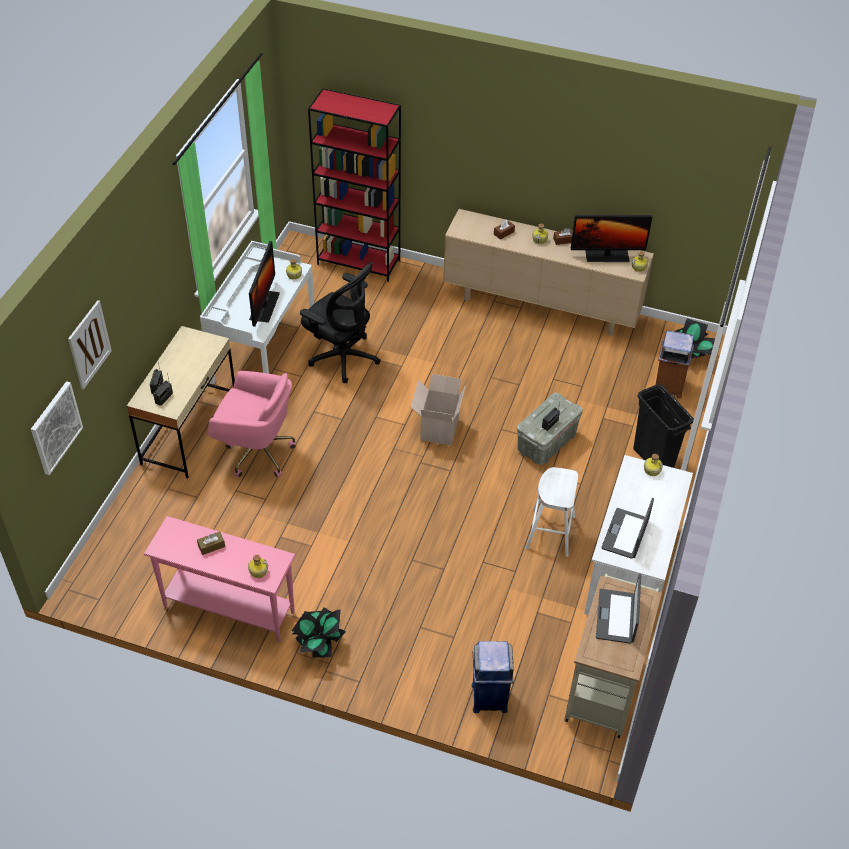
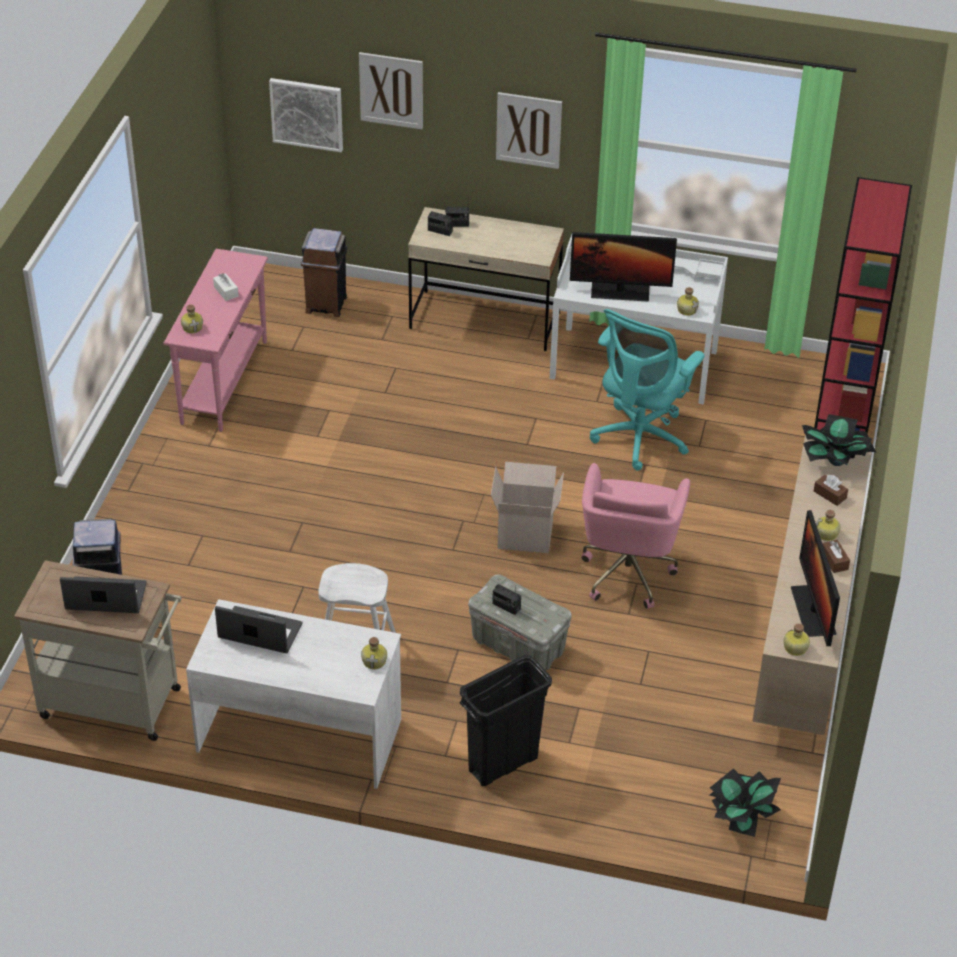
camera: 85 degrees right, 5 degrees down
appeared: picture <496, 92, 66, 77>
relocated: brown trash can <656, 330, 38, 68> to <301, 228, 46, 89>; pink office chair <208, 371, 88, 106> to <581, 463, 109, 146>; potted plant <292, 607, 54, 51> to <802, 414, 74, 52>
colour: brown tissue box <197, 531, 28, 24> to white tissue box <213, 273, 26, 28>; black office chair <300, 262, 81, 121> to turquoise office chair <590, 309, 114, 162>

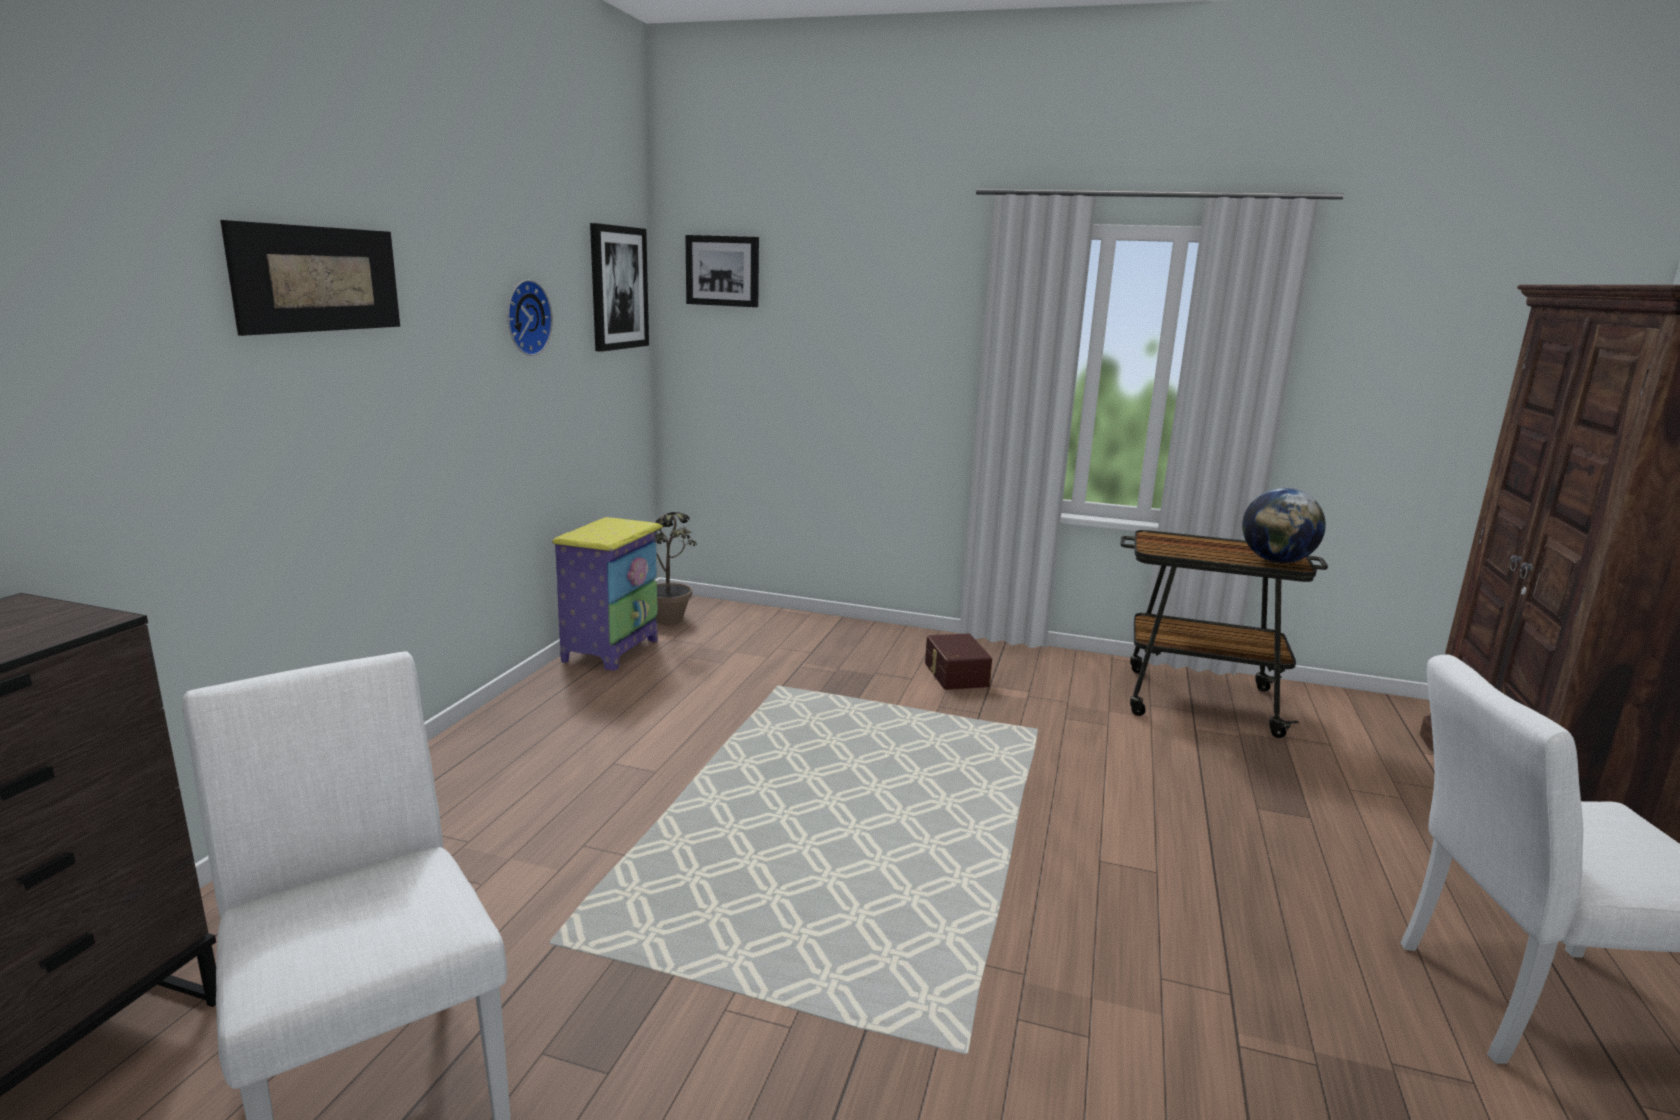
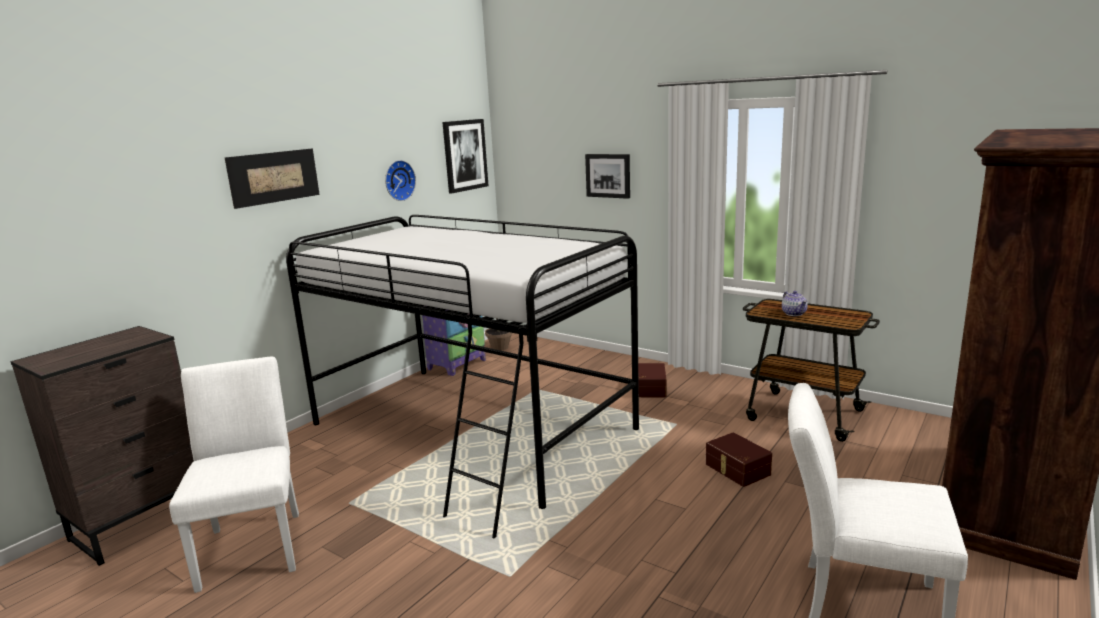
camera: 20 degrees right, 0 degrees up
missing: globe <1242, 488, 84, 75>
appeared: black bed <286, 215, 353, 323>; brown storage box <706, 432, 66, 55>; teapot <782, 291, 26, 25>
relocated: picture <685, 235, 74, 72> to <585, 154, 45, 45>

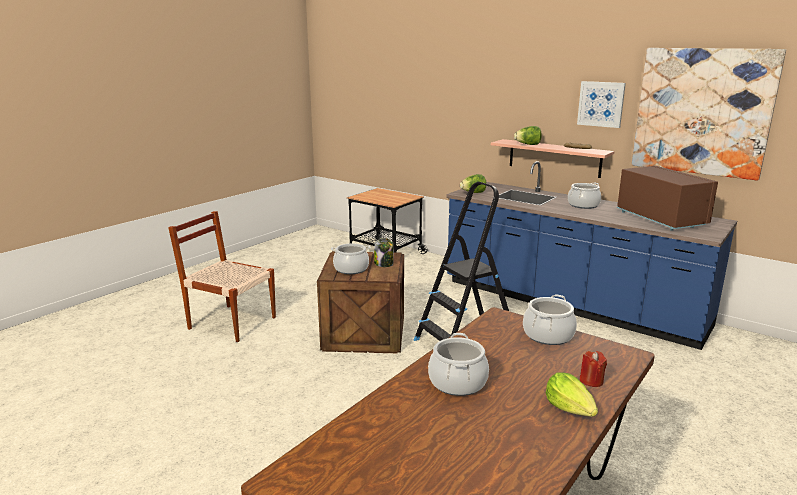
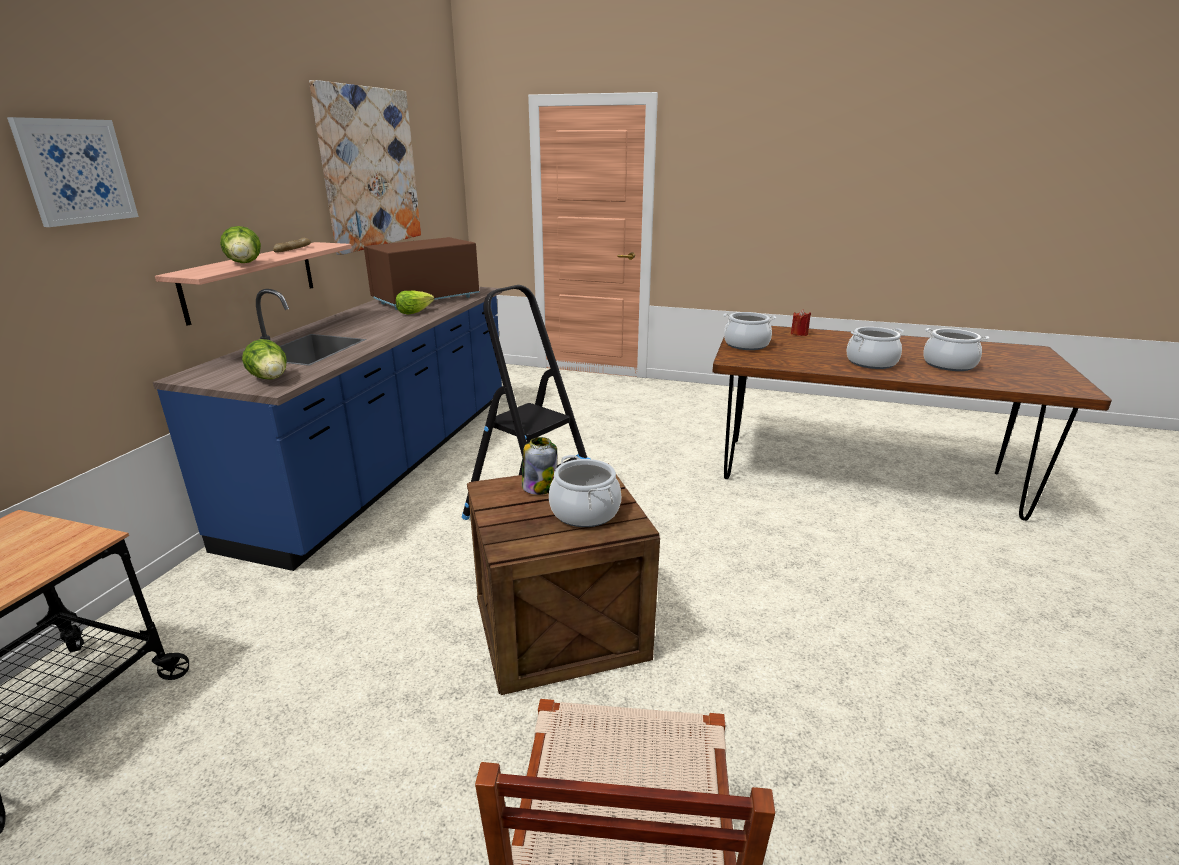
camera: 110 degrees left, 5 degrees up
relocated: picture <577, 81, 49, 47> to <7, 117, 132, 110>; lettuce <546, 372, 52, 45> to <396, 291, 38, 23>; cooking pot <568, 182, 33, 27> to <923, 328, 66, 43>

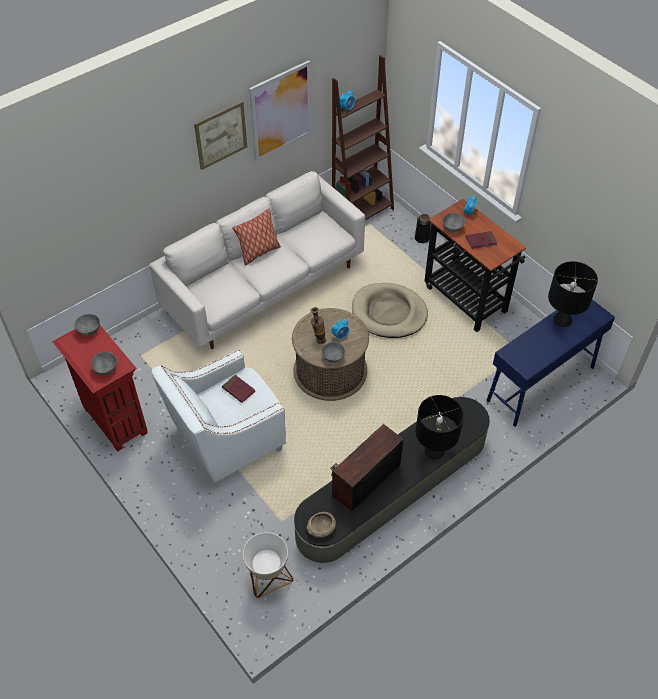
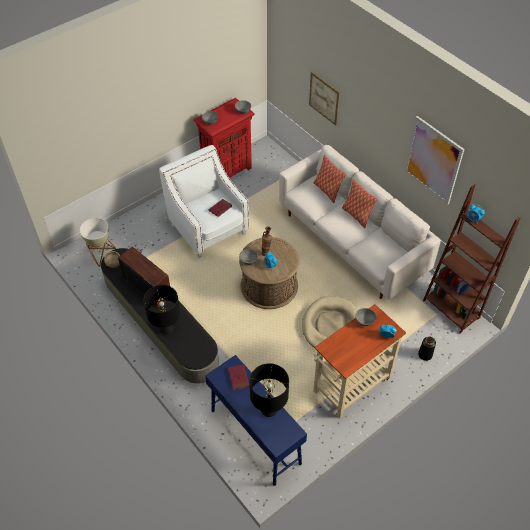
camera: 90 degrees right, 0 degrees up
appeared: pillow <314, 155, 32, 48>
relocated: red book <466, 231, 31, 18> to <228, 365, 22, 26>; picture <194, 101, 53, 69> to <309, 72, 31, 54>
colour: black cart <425, 199, 101, 133> to beige cart <313, 304, 93, 115>

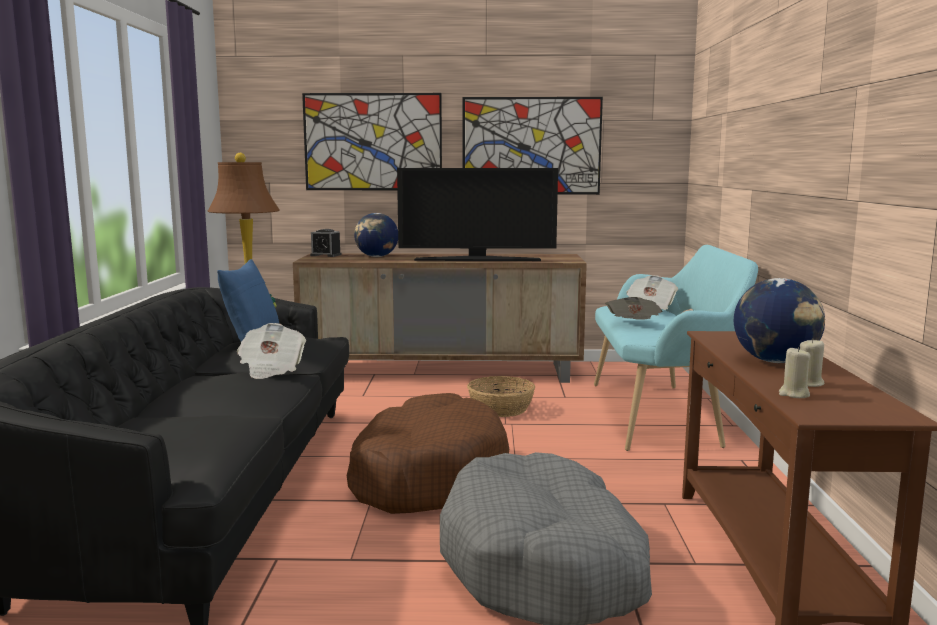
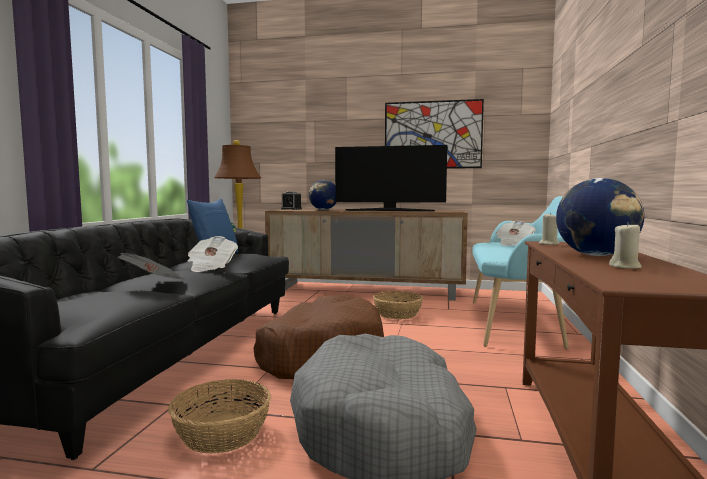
camera: 10 degrees right, 5 degrees down
missing: picture <302, 93, 140, 97>
appeared: basket <168, 379, 103, 75>
relocated: newspaper <605, 297, 58, 23> to <118, 253, 68, 26>; beige candle <779, 347, 31, 51> to <539, 213, 21, 32>

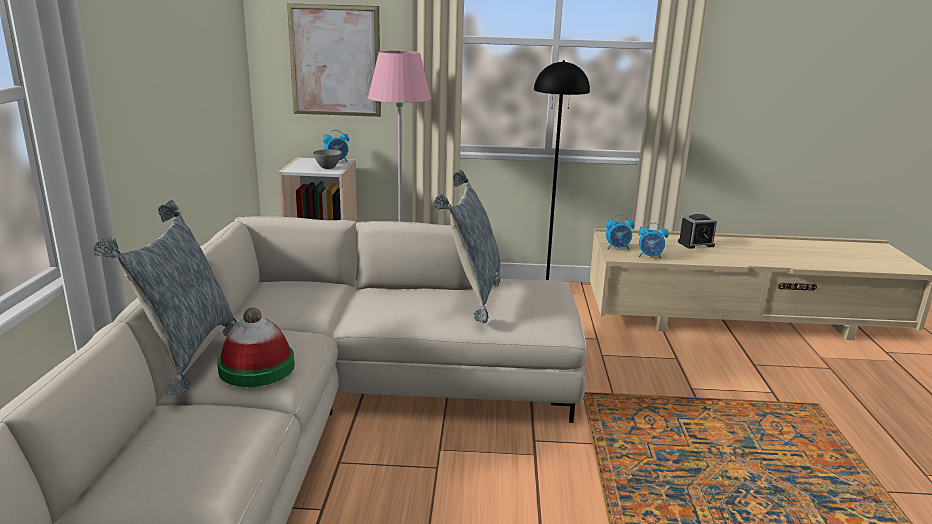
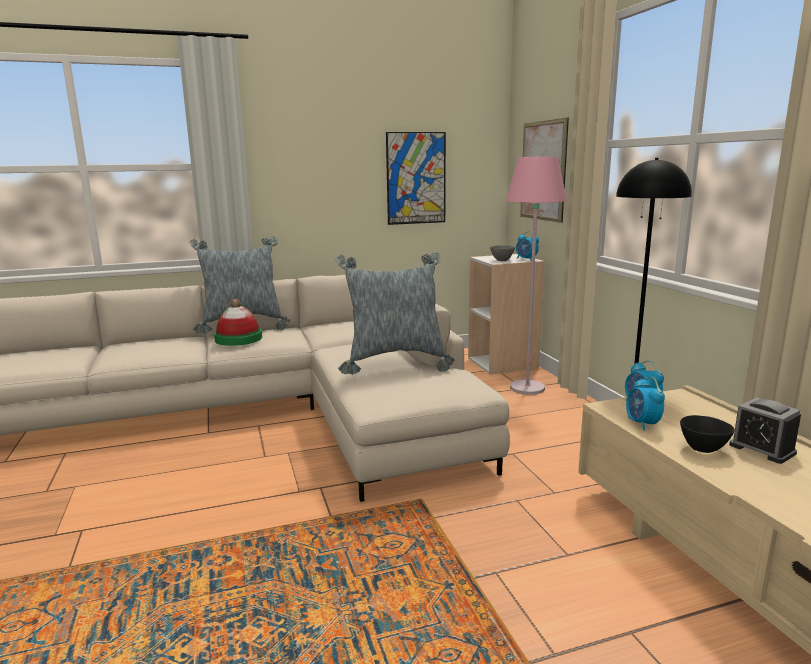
camera: 70 degrees right, 5 degrees down
appeared: picture <386, 132, 60, 93>; black bowl <680, 415, 54, 38>

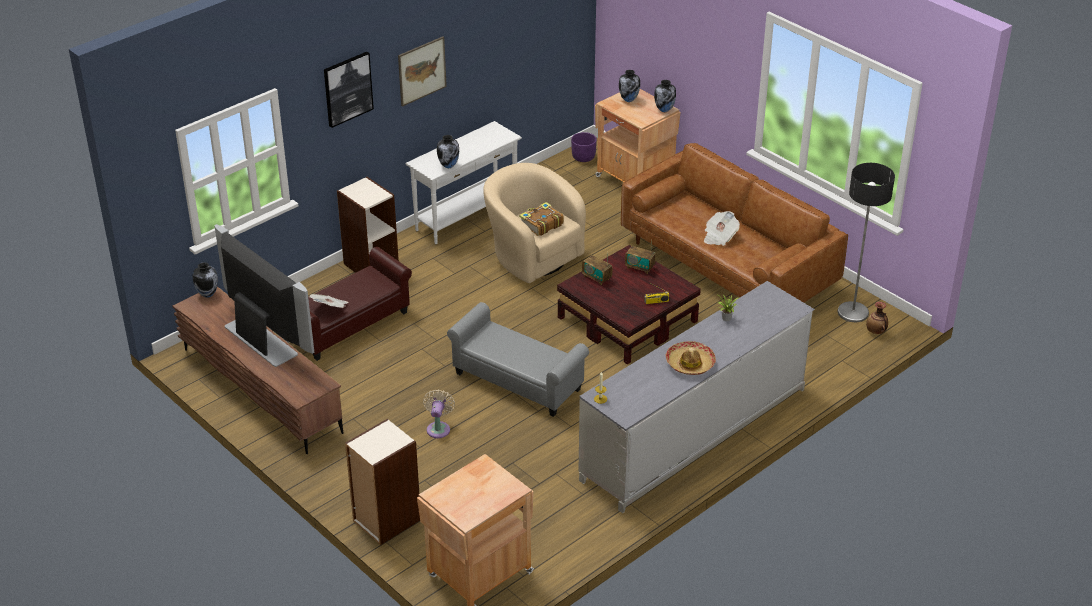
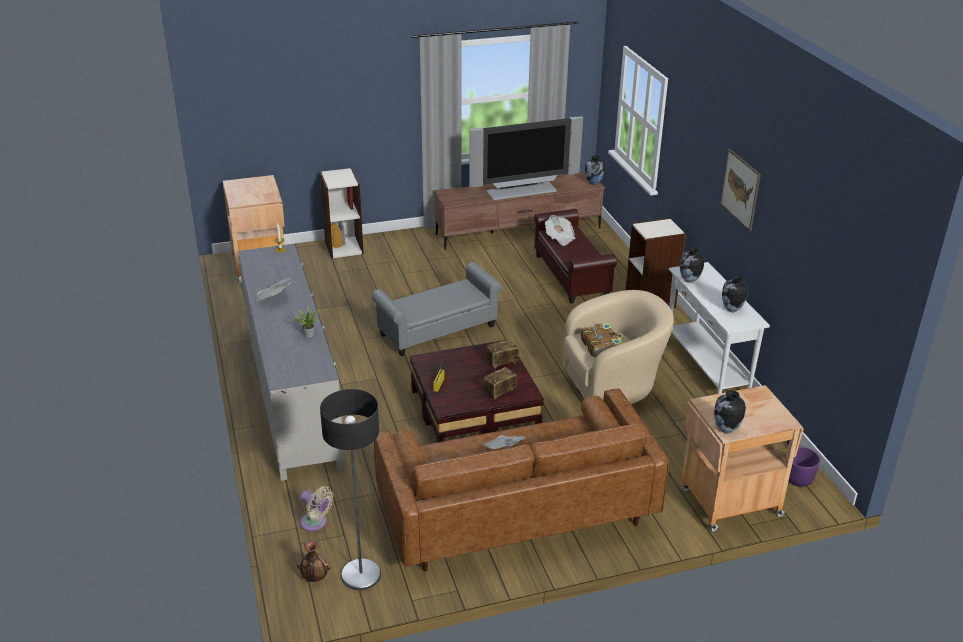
camera: 115 degrees right, 5 degrees down
missing: picture <324, 52, 50, 76>
relocated: beige fan <423, 389, 32, 49> to <300, 486, 33, 45>; vase <619, 70, 21, 32> to <722, 275, 26, 37>
exchanged: hat <666, 341, 50, 34> to newspaper <256, 277, 35, 25>

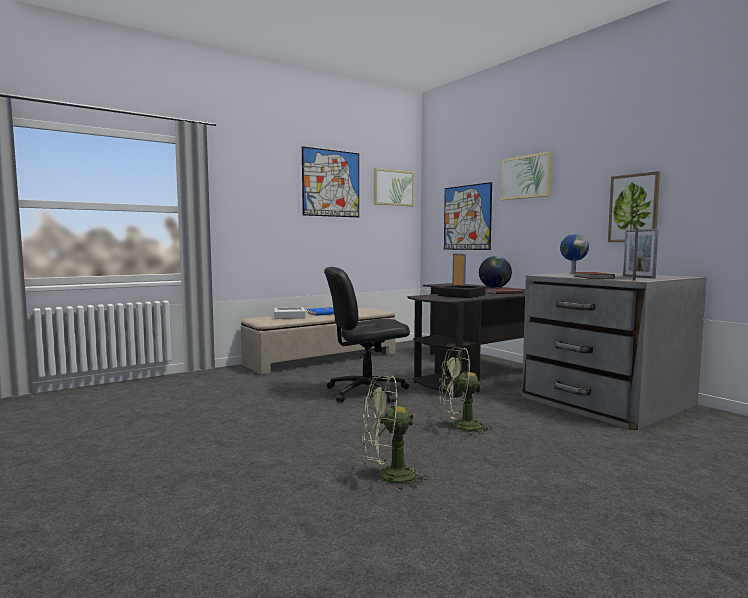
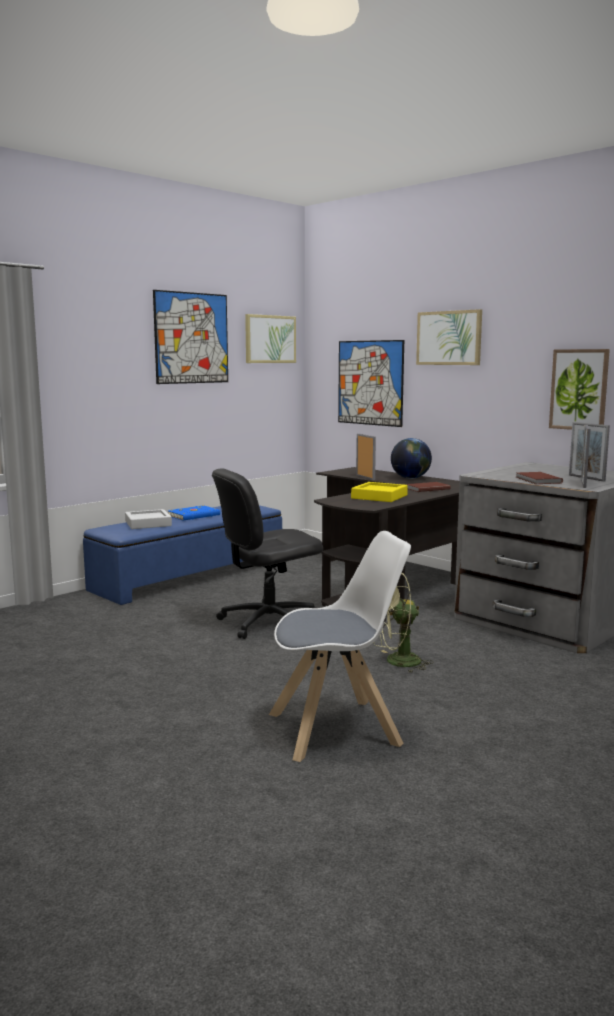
camera: 10 degrees left, 5 degrees up
missing: globe <560, 234, 29, 40>
exchanged: green fan <361, 376, 69, 115> to chair <269, 531, 142, 231>
colour: beige bench <241, 308, 155, 67> to blue bench <83, 505, 199, 100>; black tray <438, 285, 47, 13> to yellow tray <351, 482, 57, 20>

